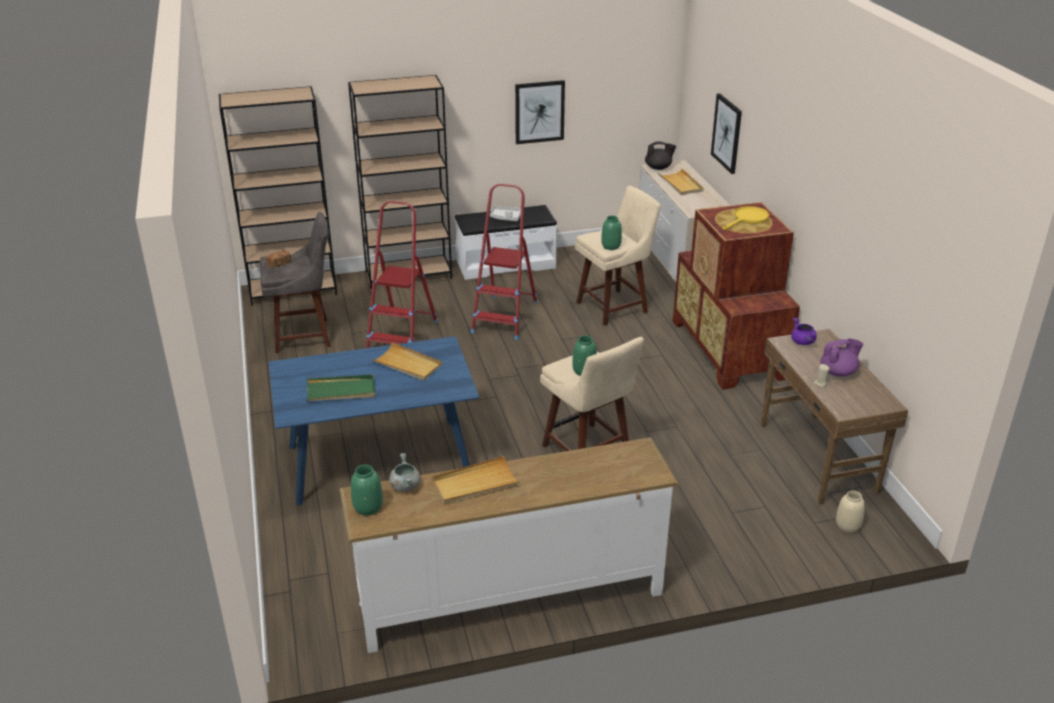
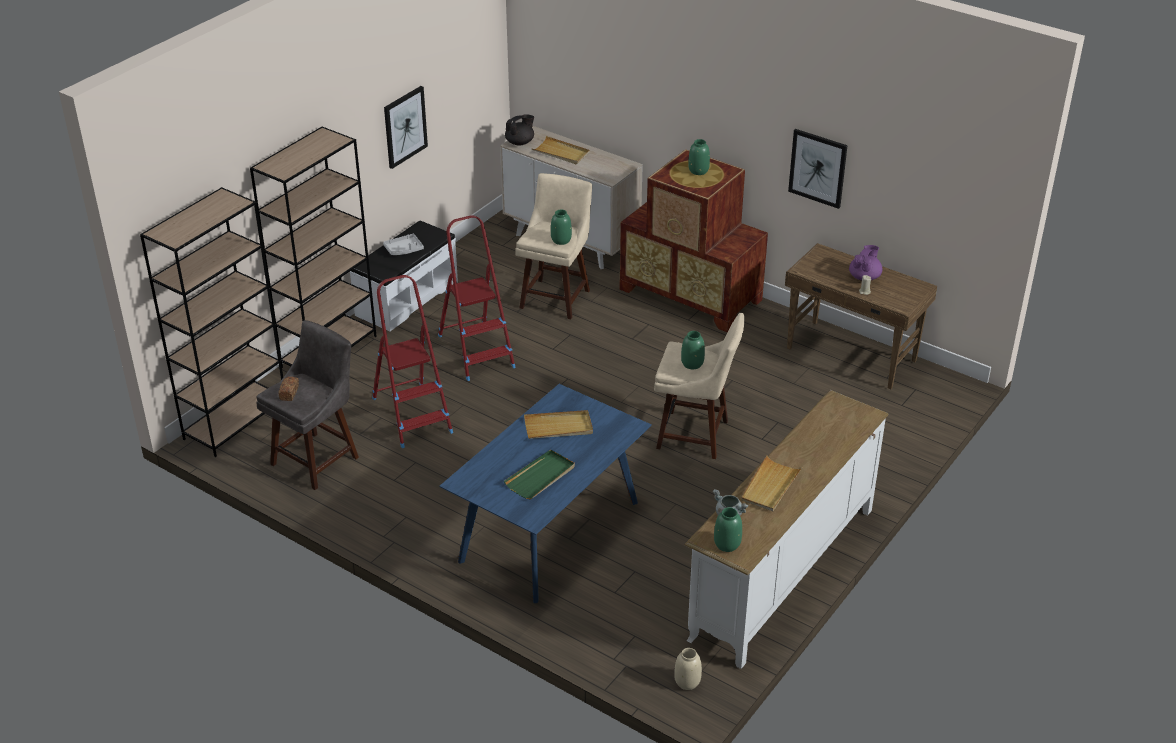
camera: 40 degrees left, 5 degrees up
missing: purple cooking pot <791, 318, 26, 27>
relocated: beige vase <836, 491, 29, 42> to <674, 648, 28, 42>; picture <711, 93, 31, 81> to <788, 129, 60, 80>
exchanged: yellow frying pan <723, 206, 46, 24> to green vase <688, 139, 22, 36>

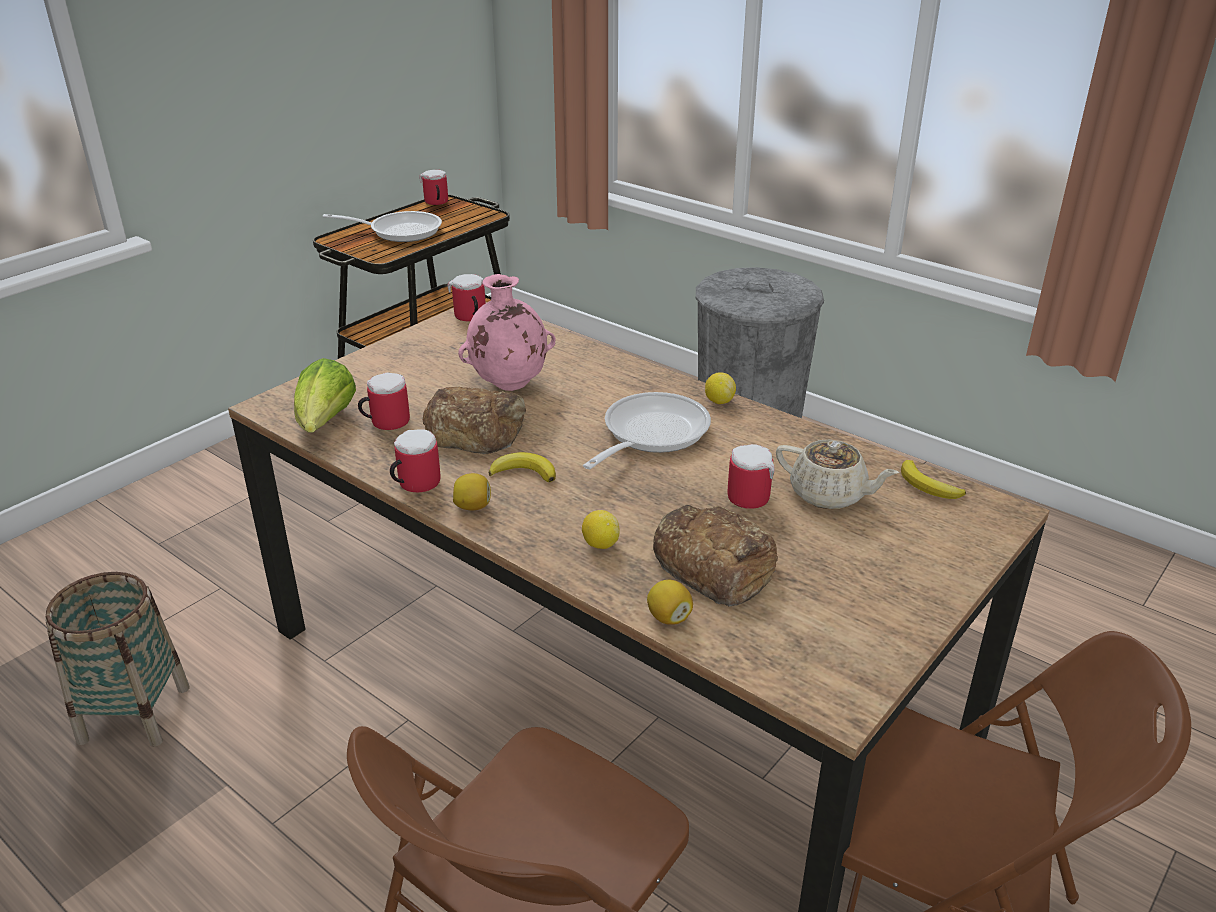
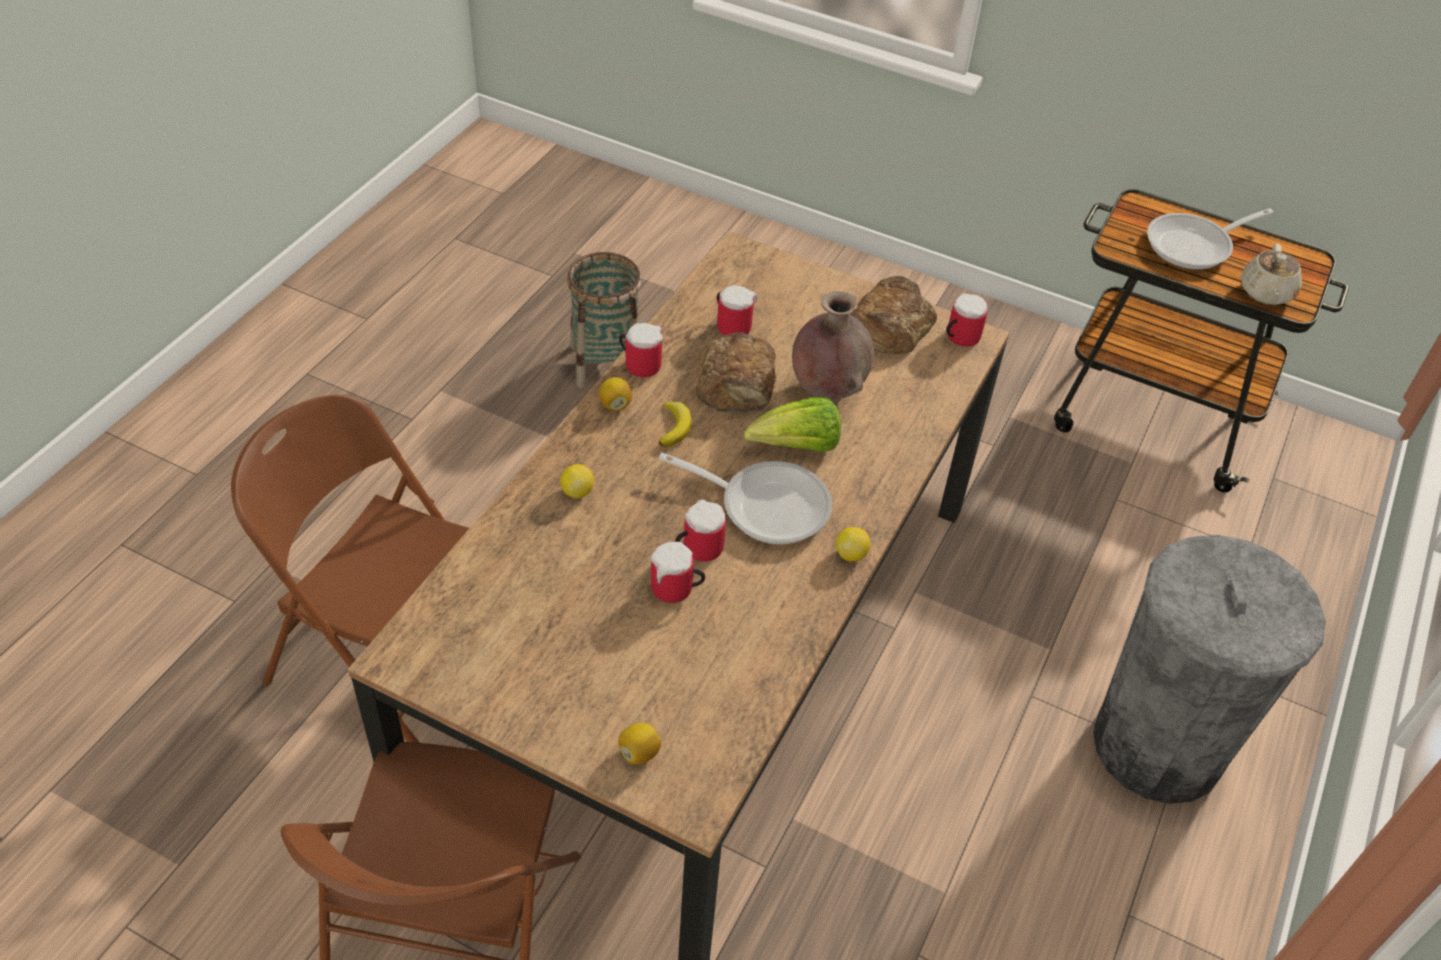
camera: 75 degrees right, 15 degrees up
missing: banana <901, 460, 65, 39>
relocated: lemon <647, 580, 46, 45> to <618, 723, 43, 41>; mug <419, 170, 29, 35> to <675, 499, 51, 63>; lettuce <294, 358, 62, 75> to <744, 396, 97, 56>; bread <653, 505, 125, 102> to <850, 276, 87, 78>; beige teapot <776, 440, 123, 69> to <1241, 244, 61, 61>
colour: pink vase <458, 274, 98, 117> to brown vase <792, 291, 82, 111>
spun: frying pan <323, 211, 119, 31> = <1147, 208, 127, 62> 75 degrees clockwise

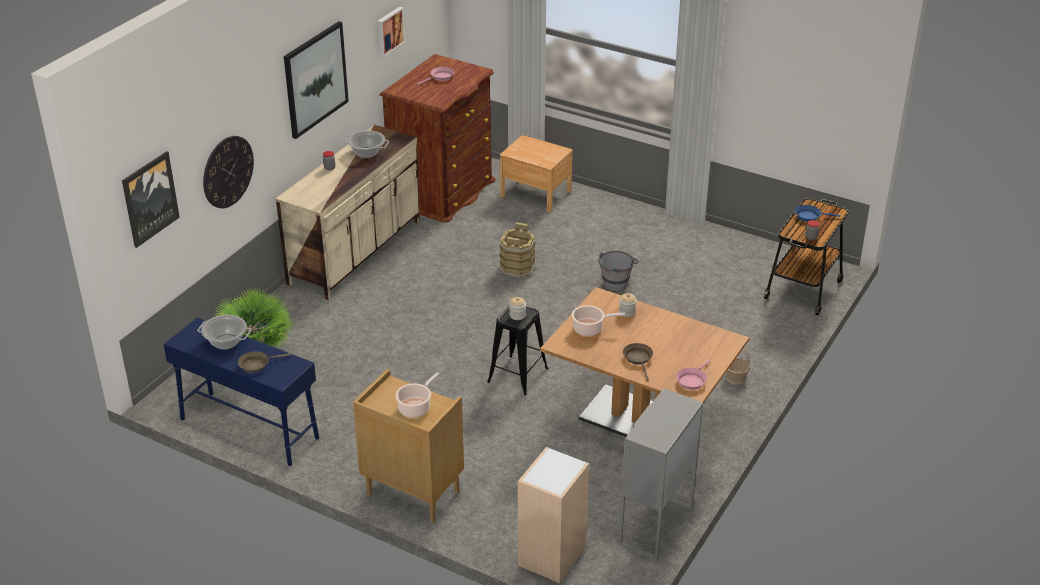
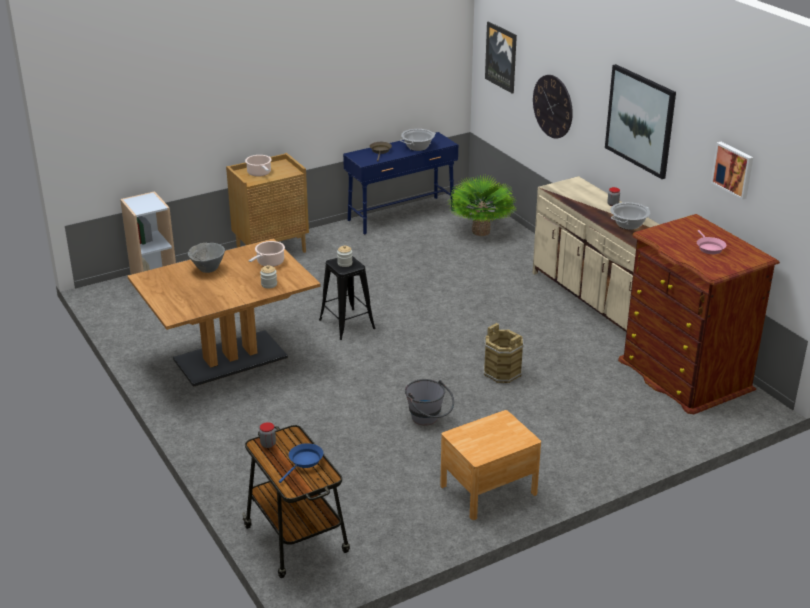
camera: 120 degrees right, 5 degrees down
missing: grey cabinet <619, 388, 84, 172>; pink frying pan <676, 359, 34, 31>; basket <726, 349, 24, 35>
relocated: brown nightstand <500, 135, 72, 77> to <440, 410, 101, 110>
exchanged: brown frying pan <623, 343, 30, 38> to grey bowl <188, 243, 37, 30>

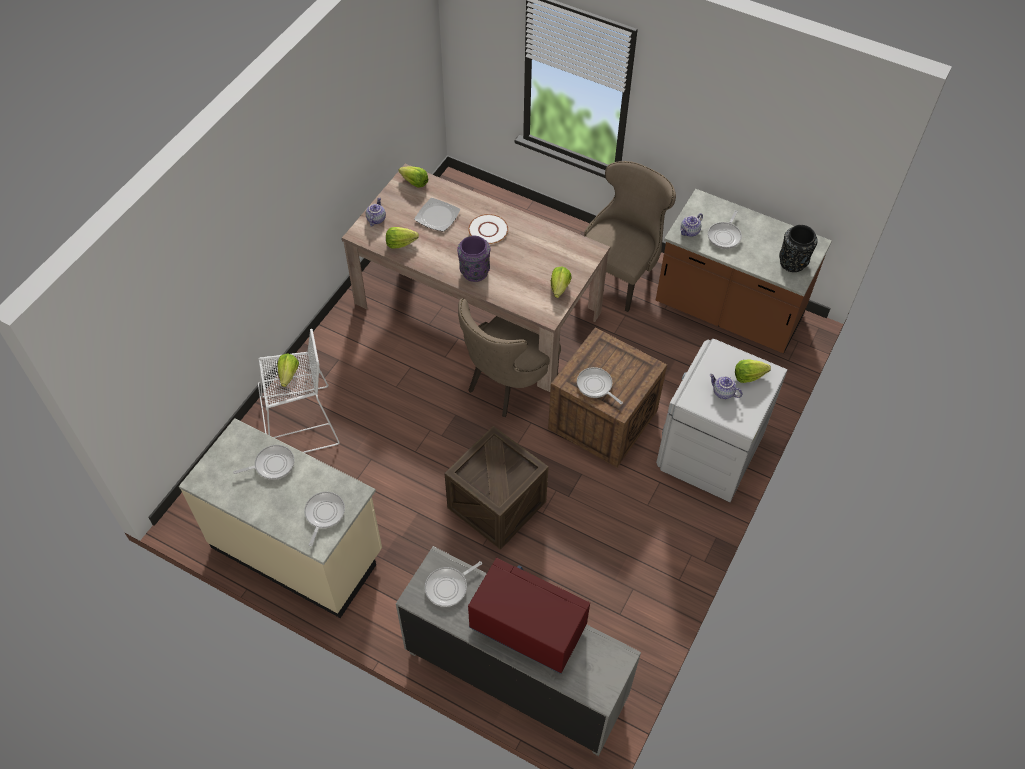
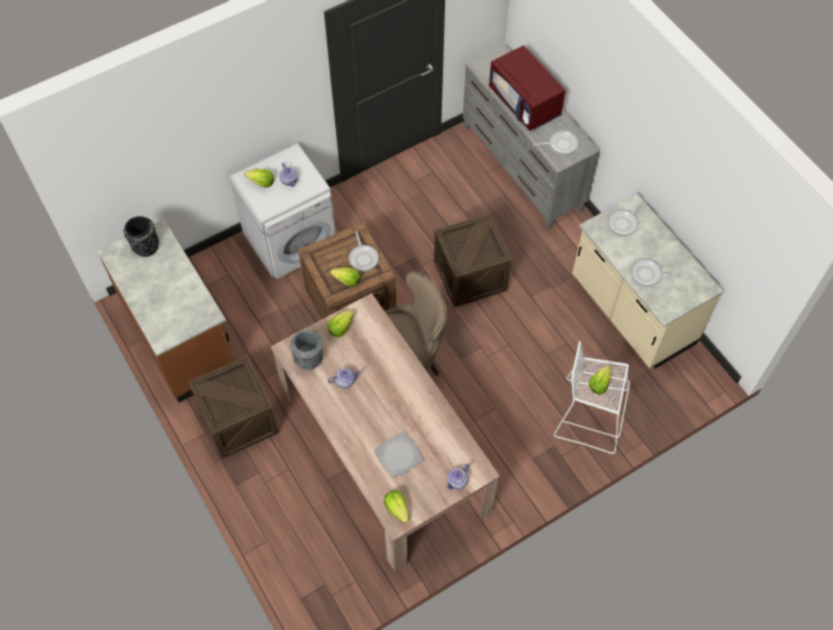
camera: 150 degrees left, 5 degrees up
missing: purple vase <457, 235, 33, 47>; white plate <468, 214, 40, 30>; frying pan <708, 210, 34, 39>
appeared: grey vase <290, 330, 33, 40>
relocated: teapot <680, 213, 23, 24> to <328, 368, 33, 20>; lettuce <386, 227, 33, 22> to <330, 267, 30, 20>
exchanged: beige chair <584, 161, 92, 151> to crate <188, 356, 91, 103>

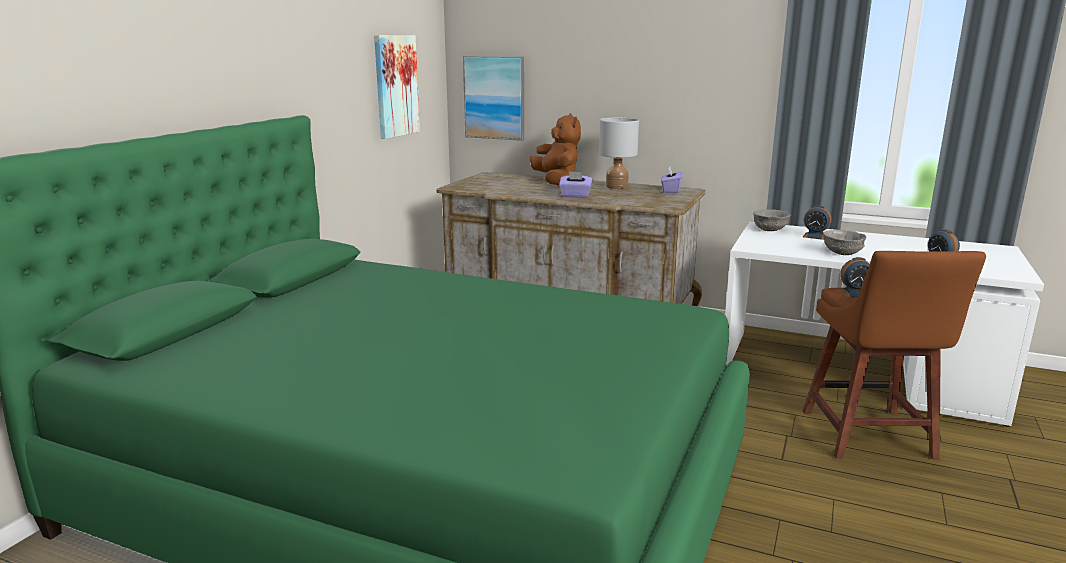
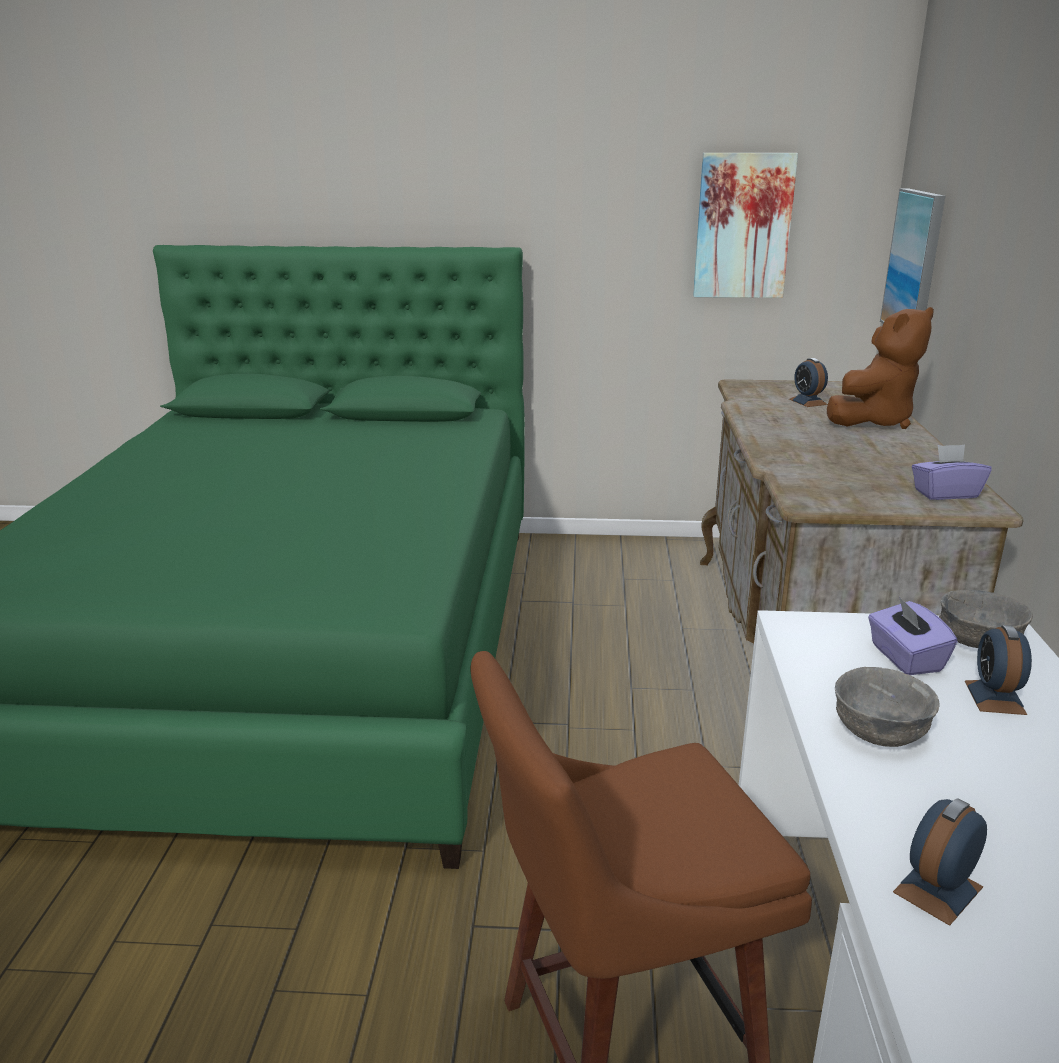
camera: 70 degrees right, 5 degrees up
missing: grey table lamp <599, 118, 40, 71>
relocated: alarm clock <837, 257, 33, 41> to <789, 358, 39, 49>; purple tissue box <559, 171, 34, 26> to <868, 597, 89, 78>

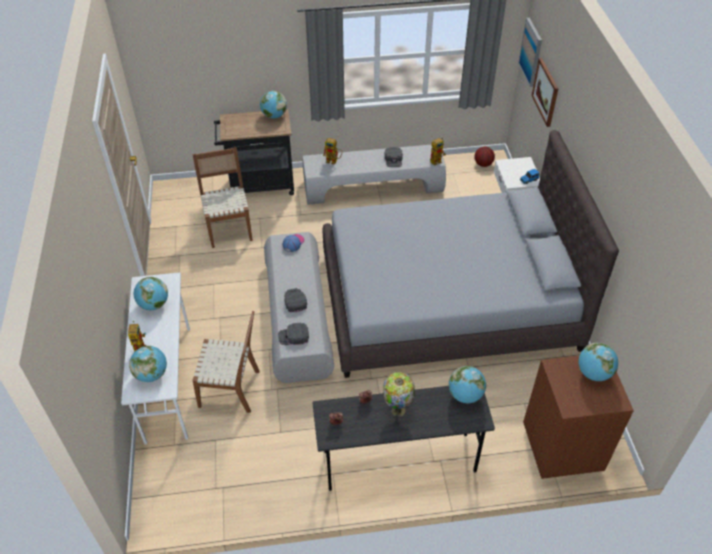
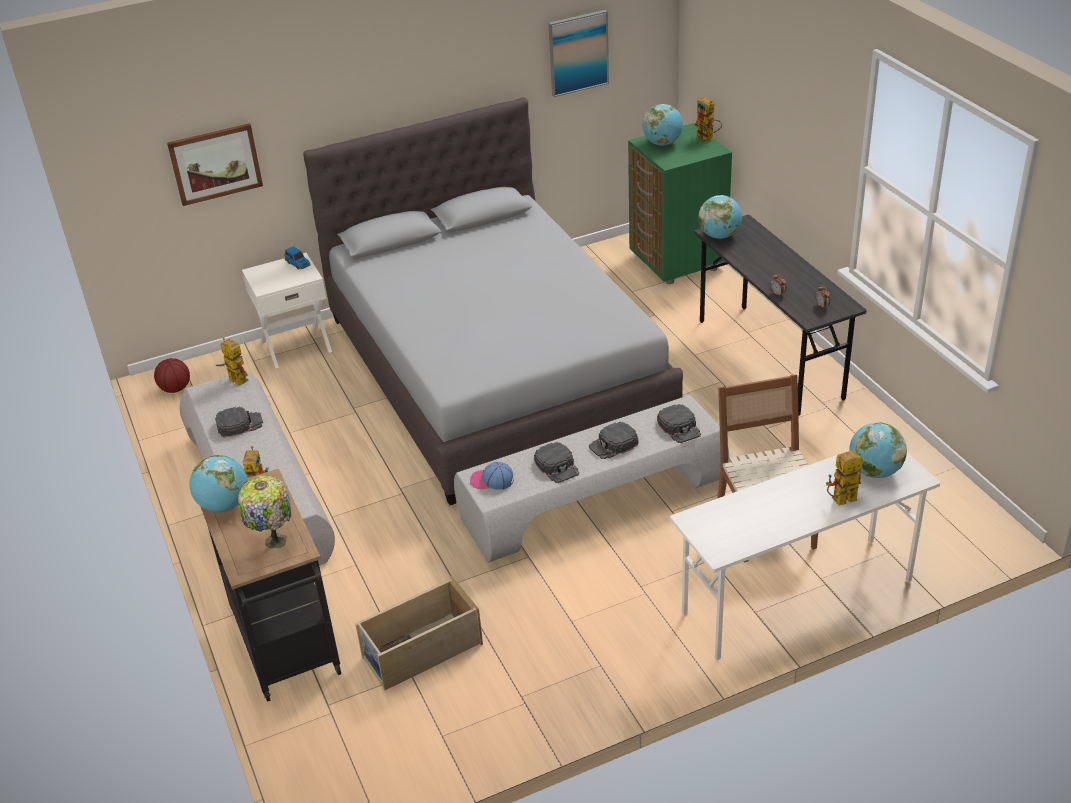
camera: 105 degrees left, 10 degrees down
missing: globe <134, 277, 34, 33>
appeared: black cap <534, 442, 45, 41>; toy robot <695, 97, 27, 45>
relocated: table lamp <383, 372, 32, 44> to <238, 476, 53, 73>; picture <518, 18, 24, 69> to <548, 10, 61, 87>
exchanged: chair <193, 147, 60, 101> to beige storage box <355, 575, 128, 115>
colour: brown dresser <523, 355, 111, 124> to green dresser <628, 123, 104, 161>

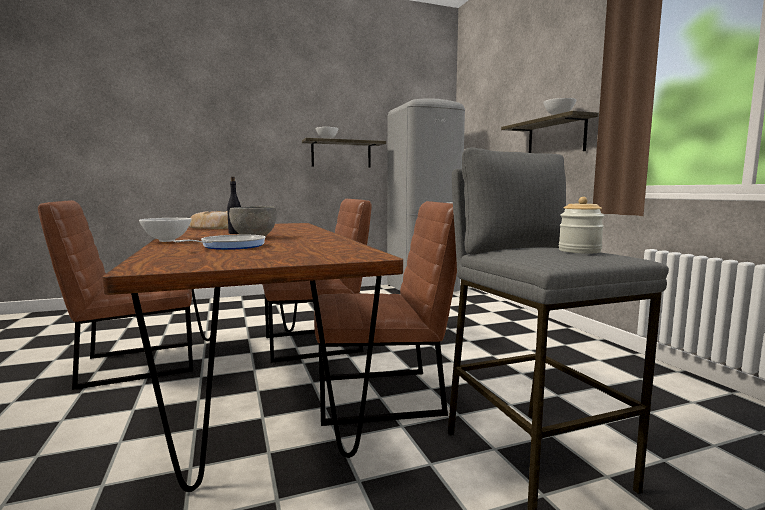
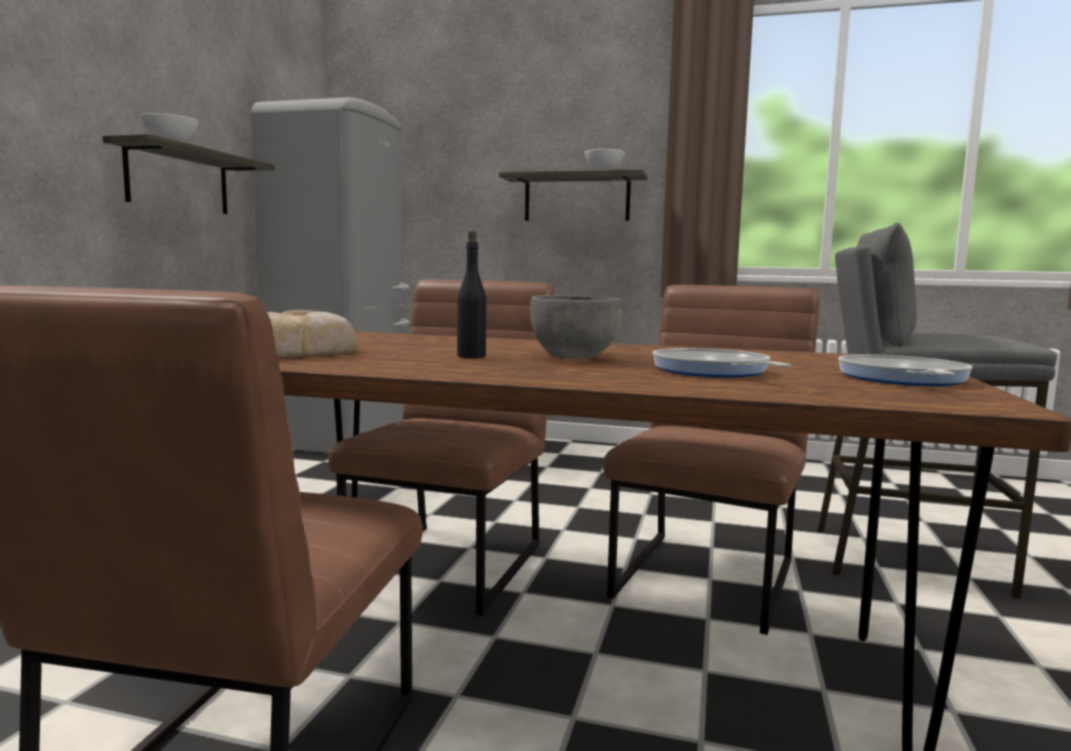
camera: 55 degrees left, 0 degrees up
missing: white bowl <139, 218, 52, 24>; jar <559, 197, 46, 57>
appeared: frying pan <838, 354, 135, 32>

